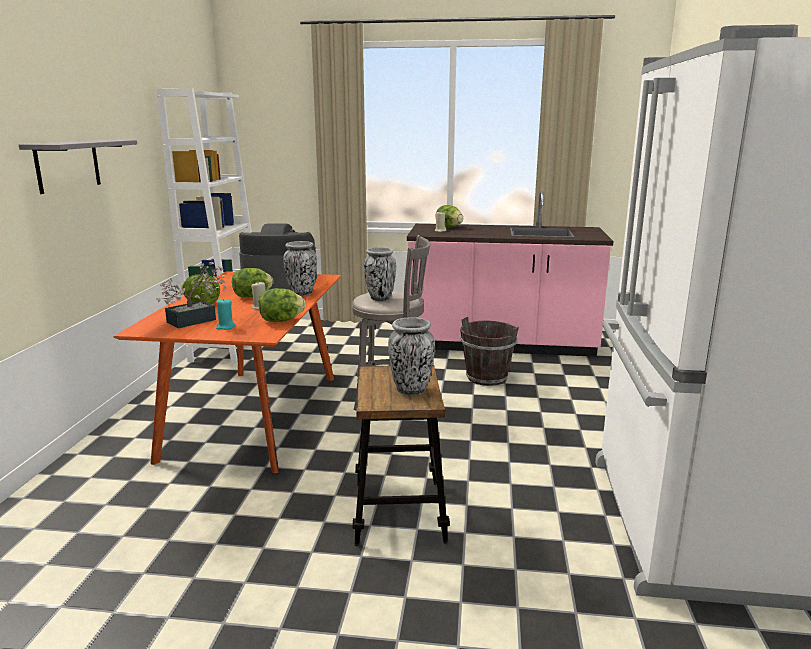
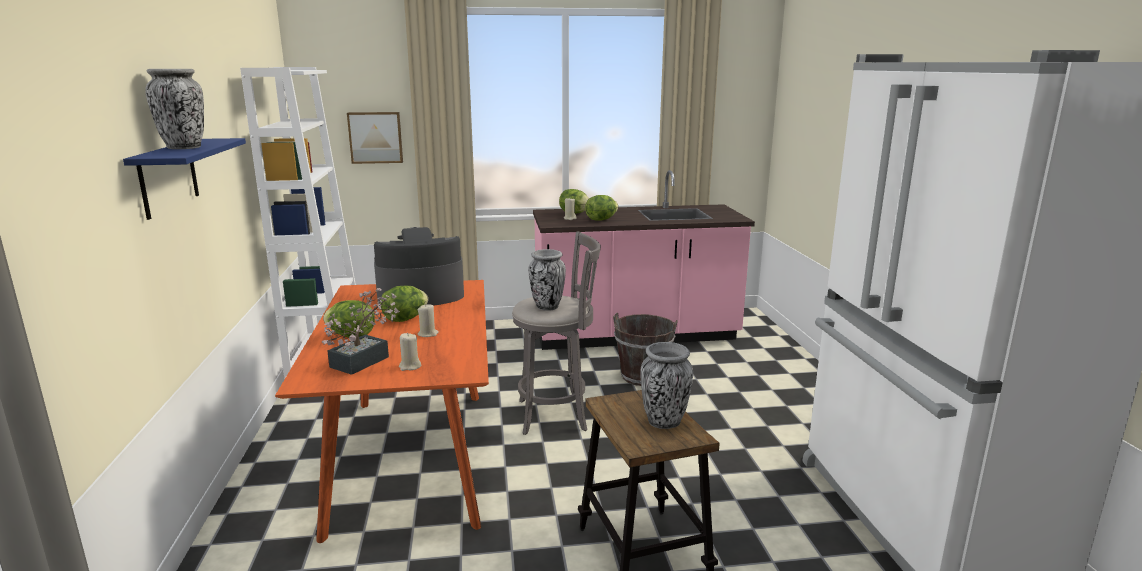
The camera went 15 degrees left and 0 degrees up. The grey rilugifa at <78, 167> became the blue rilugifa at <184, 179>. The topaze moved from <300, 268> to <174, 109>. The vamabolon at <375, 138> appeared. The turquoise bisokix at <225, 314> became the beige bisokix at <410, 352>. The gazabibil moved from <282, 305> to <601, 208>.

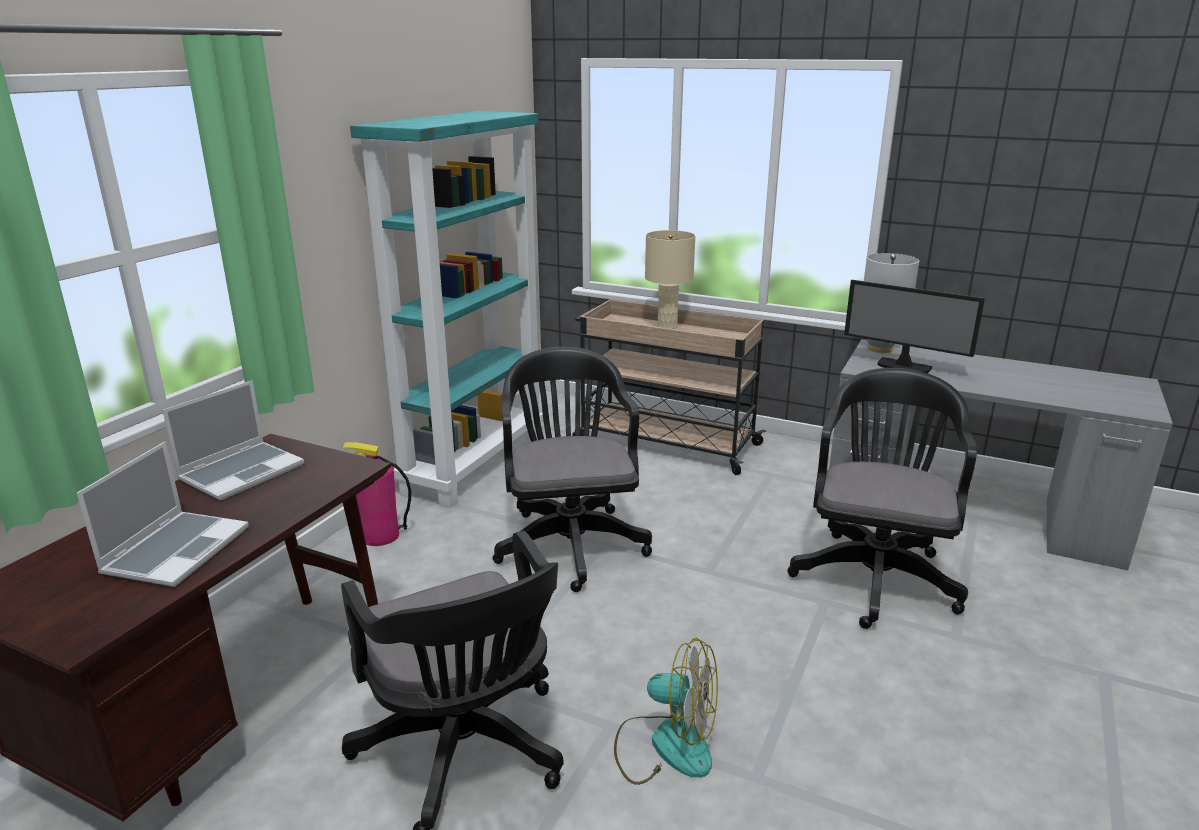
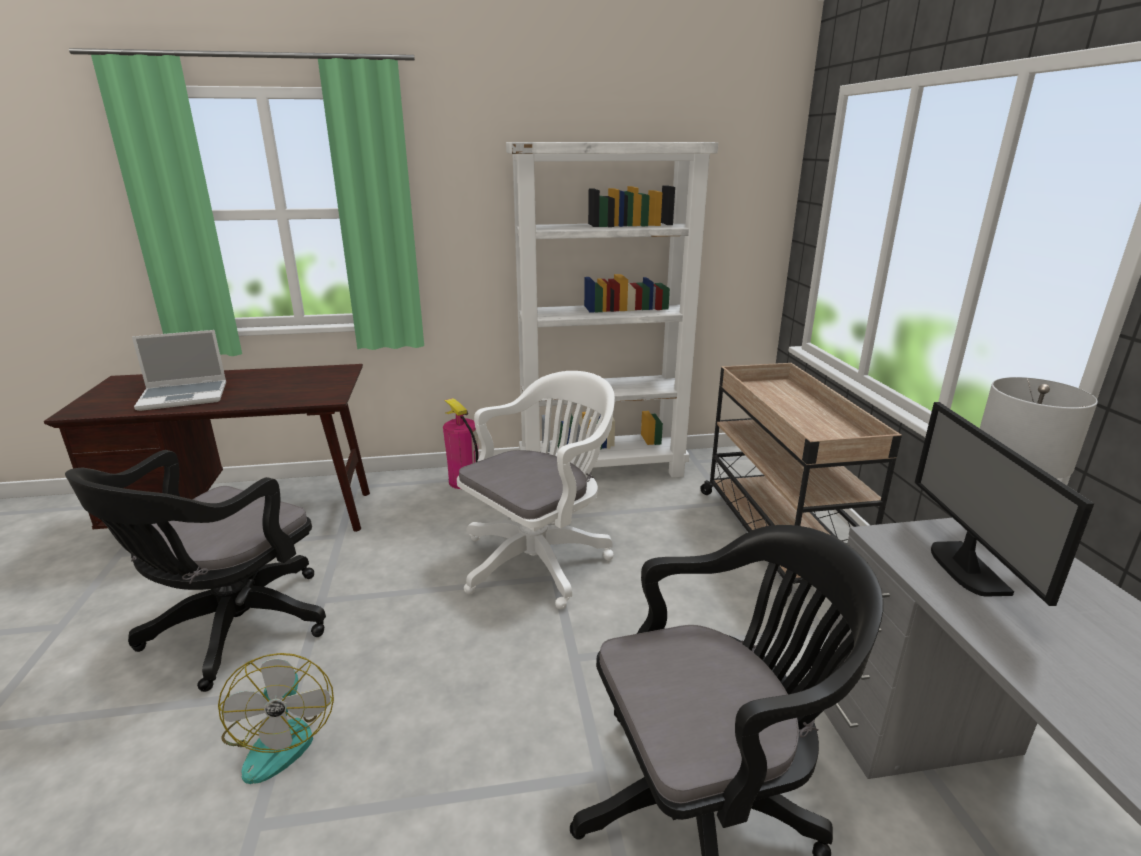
The camera went 55 degrees right and 0 degrees up. The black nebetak at <572, 469> became the white nebetak at <536, 490>. The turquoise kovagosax at <446, 309> became the white kovagosax at <612, 310>. The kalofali at <233, 440> disappeared. The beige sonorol at <670, 279> disappeared.

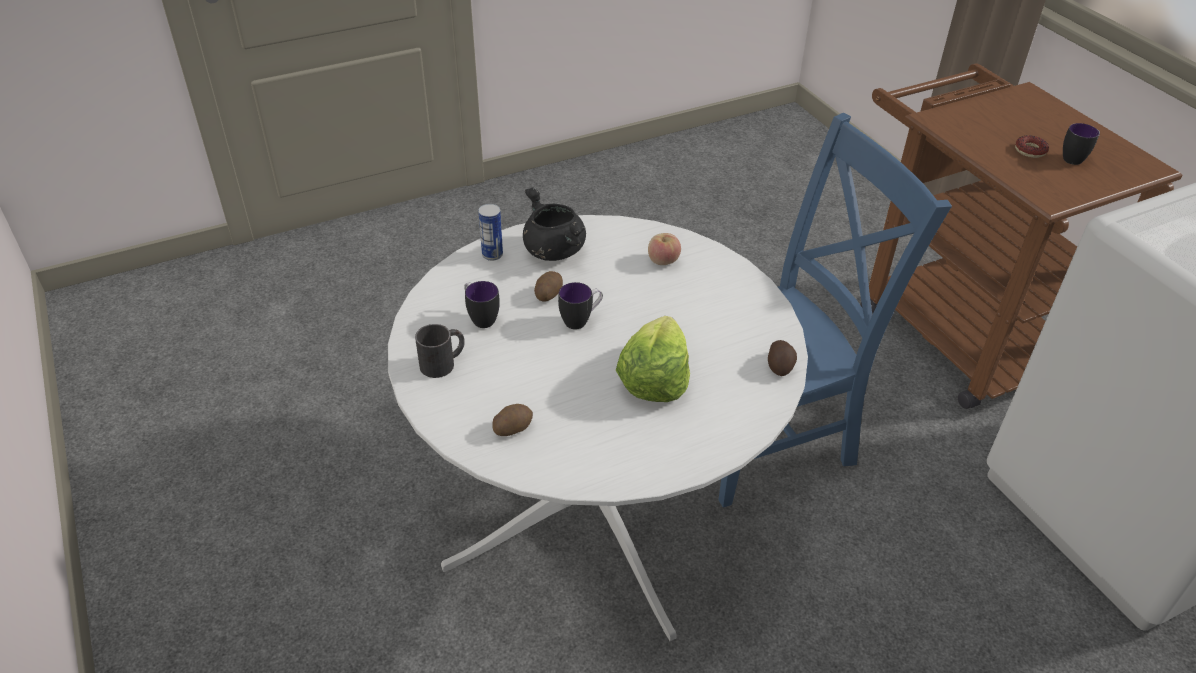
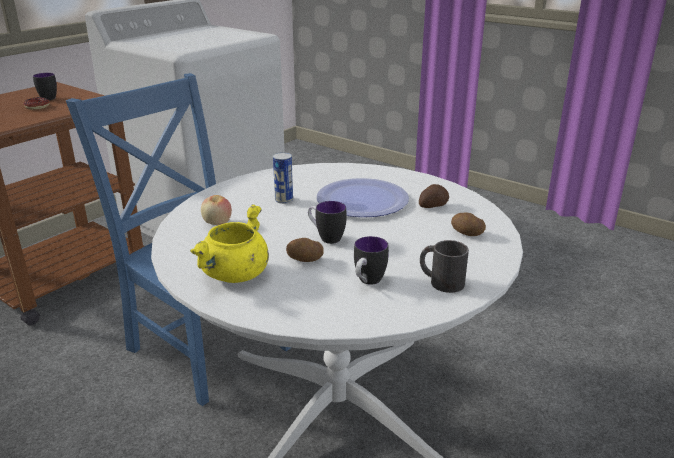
The camera went 115 degrees left and 15 degrees down. The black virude at <554, 224> became the yellow virude at <229, 243>. The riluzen moved from <490, 232> to <283, 178>. The gazabibil at <653, 359> was replaced by the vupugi at <363, 197>. The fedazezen moved from <782, 358> to <434, 196>.

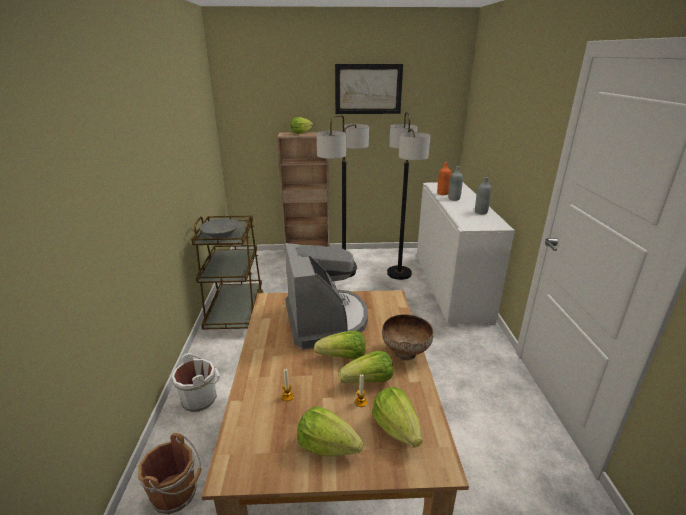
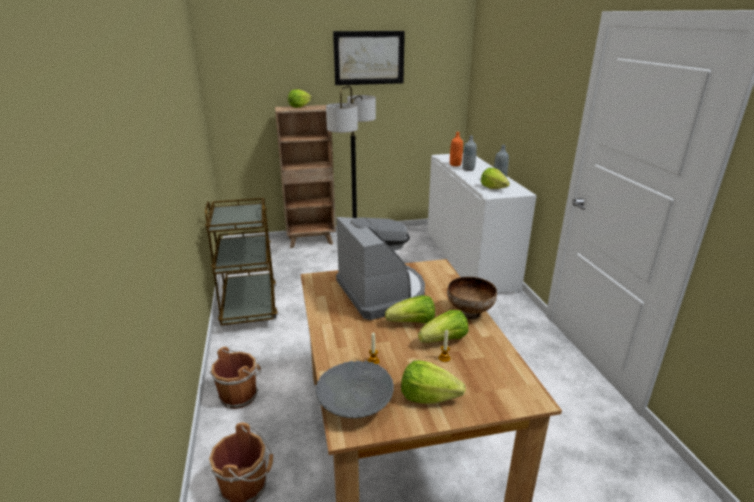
The camera went 10 degrees left and 0 degrees up. The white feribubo at <196, 382> became the brown feribubo at <235, 378>. The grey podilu moved from <219, 228> to <354, 389>. The gazabibil moved from <397, 417> to <495, 178>. The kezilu at <408, 196> disappeared.

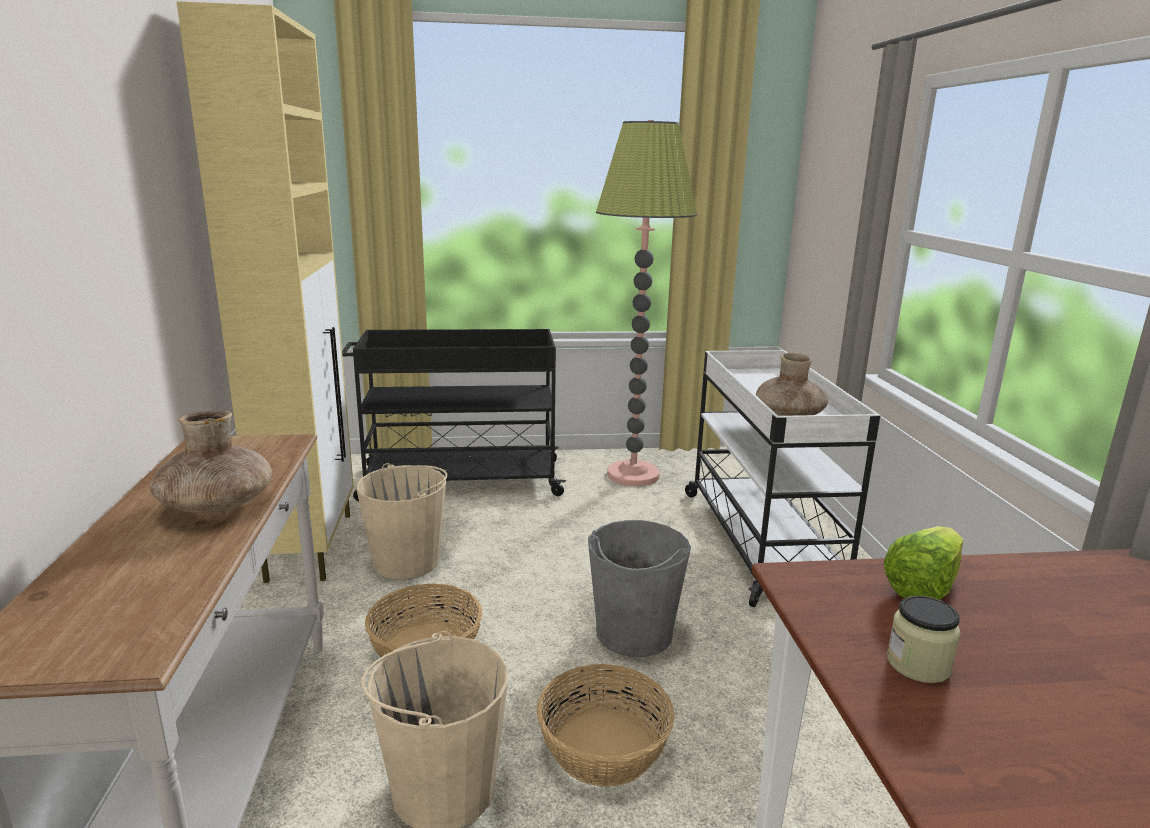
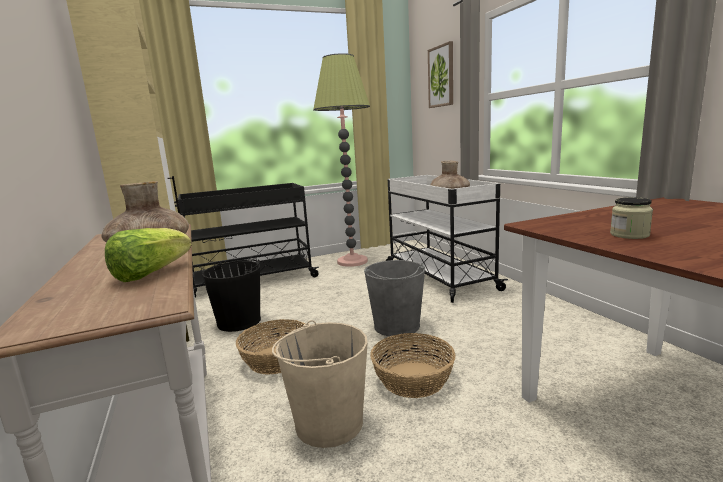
The camera went 15 degrees left and 5 degrees down. The gazabibil moved from <923, 563> to <148, 255>. The beige feribubo at <401, 521> became the black feribubo at <231, 295>. The vamabolon at <440, 74> appeared.

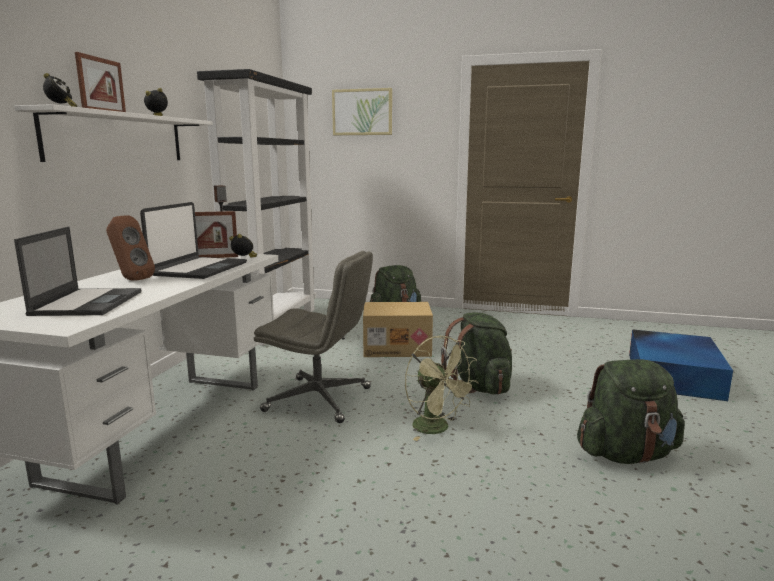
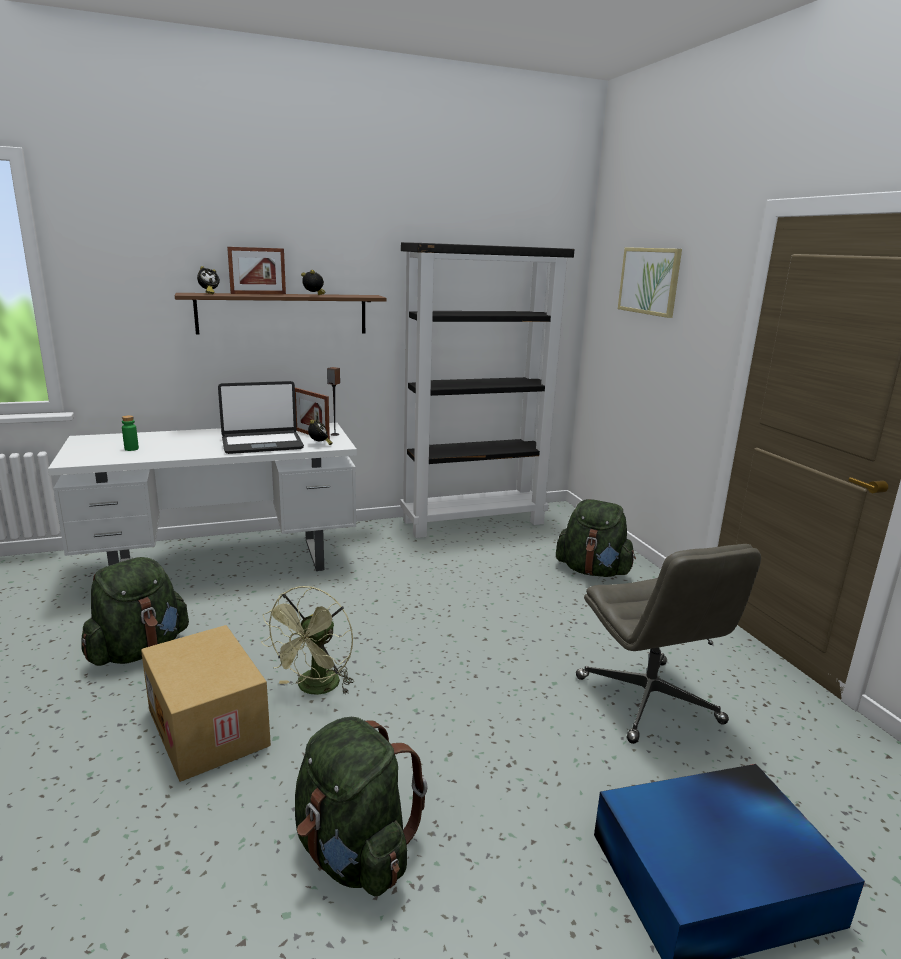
The camera went 55 degrees right and 5 degrees up. The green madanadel moved from <476, 353> to <135, 611>. The kalofali at <77, 271> was replaced by the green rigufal at <130, 433>. The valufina moved from <398, 329> to <206, 703>. The white rilugifa at <113, 133> became the brown rilugifa at <281, 314>. The grey nebetak moved from <313, 337> to <668, 644>. The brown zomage at <130, 248> disappeared.

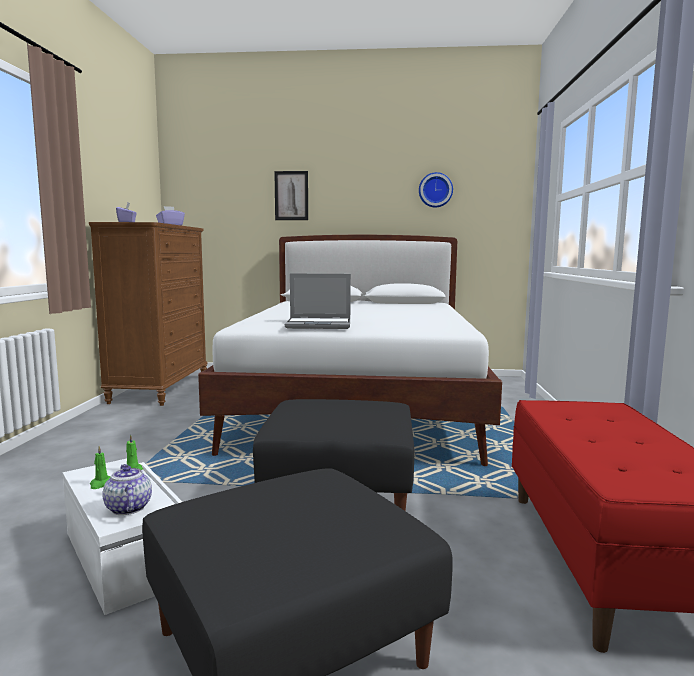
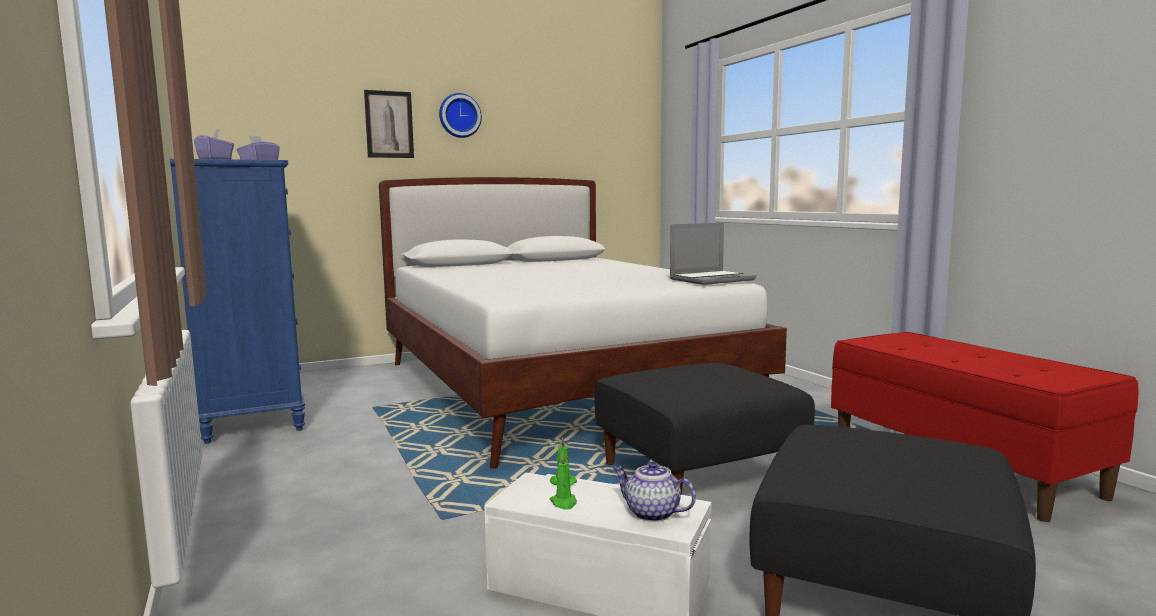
The camera went 30 degrees left and 0 degrees up. The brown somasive at <148, 314> became the blue somasive at <237, 301>. The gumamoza moved from <436, 190> to <460, 115>. The kalofali moved from <318, 301> to <713, 254>.

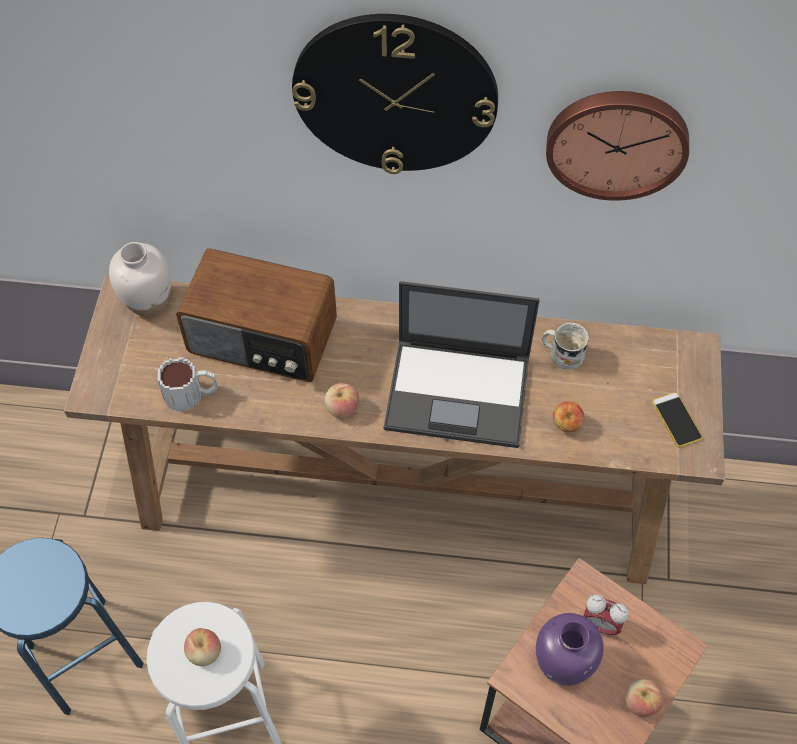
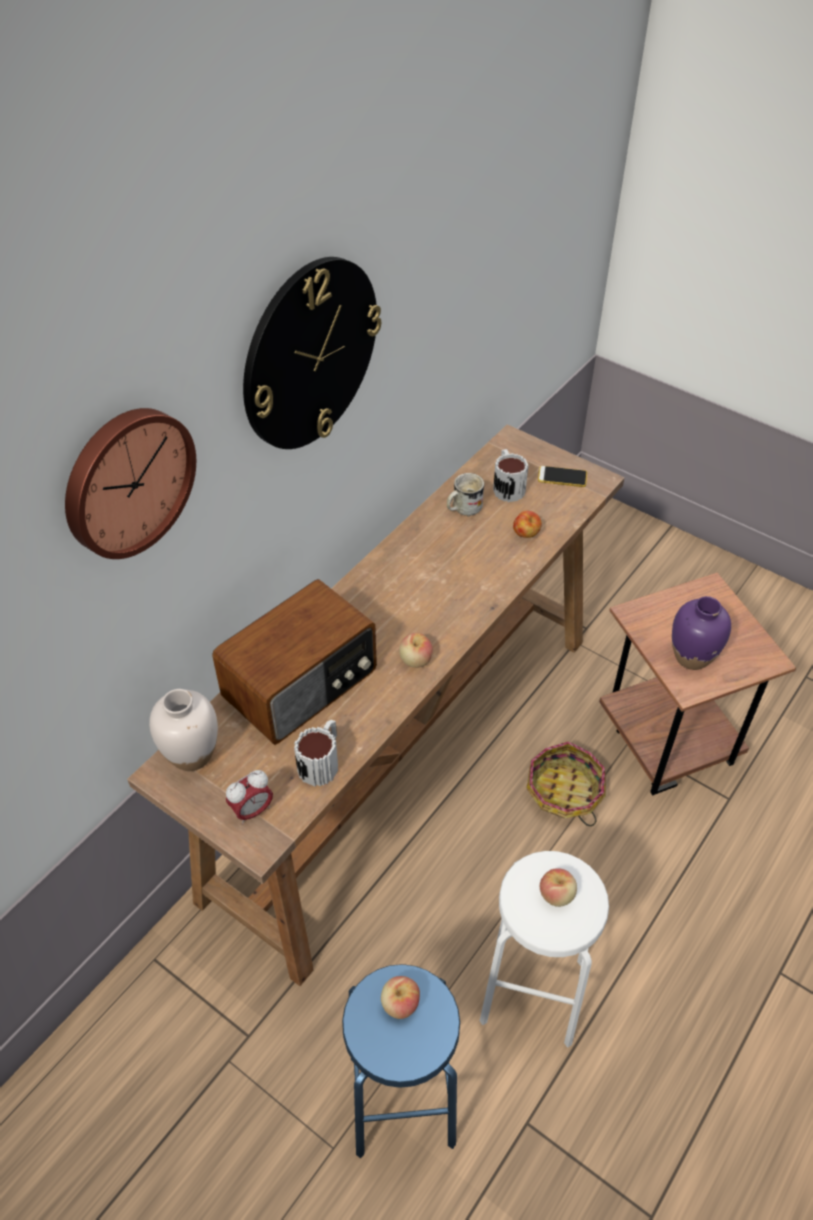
The camera went 60 degrees left and 10 degrees down. The gumamoza moved from <617, 146> to <130, 483>. The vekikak moved from <606, 615> to <249, 797>. The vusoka moved from <644, 698> to <400, 997>. The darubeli at <510, 475> appeared. The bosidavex at <566, 783> appeared. The kalofali at <462, 364> disappeared.

